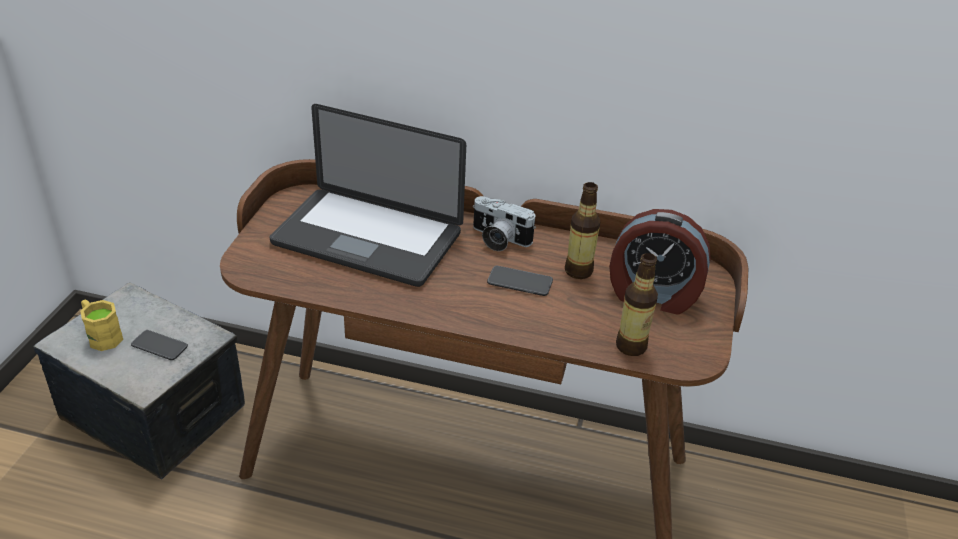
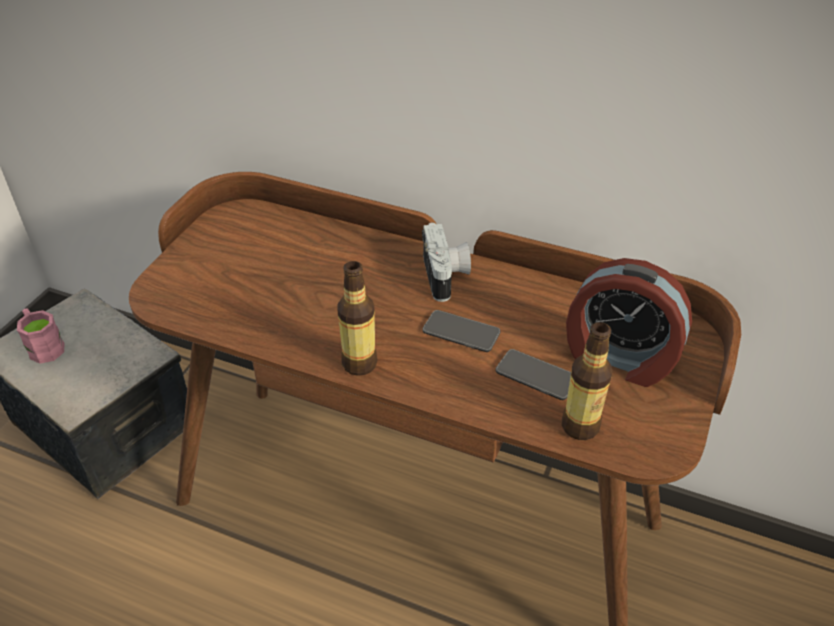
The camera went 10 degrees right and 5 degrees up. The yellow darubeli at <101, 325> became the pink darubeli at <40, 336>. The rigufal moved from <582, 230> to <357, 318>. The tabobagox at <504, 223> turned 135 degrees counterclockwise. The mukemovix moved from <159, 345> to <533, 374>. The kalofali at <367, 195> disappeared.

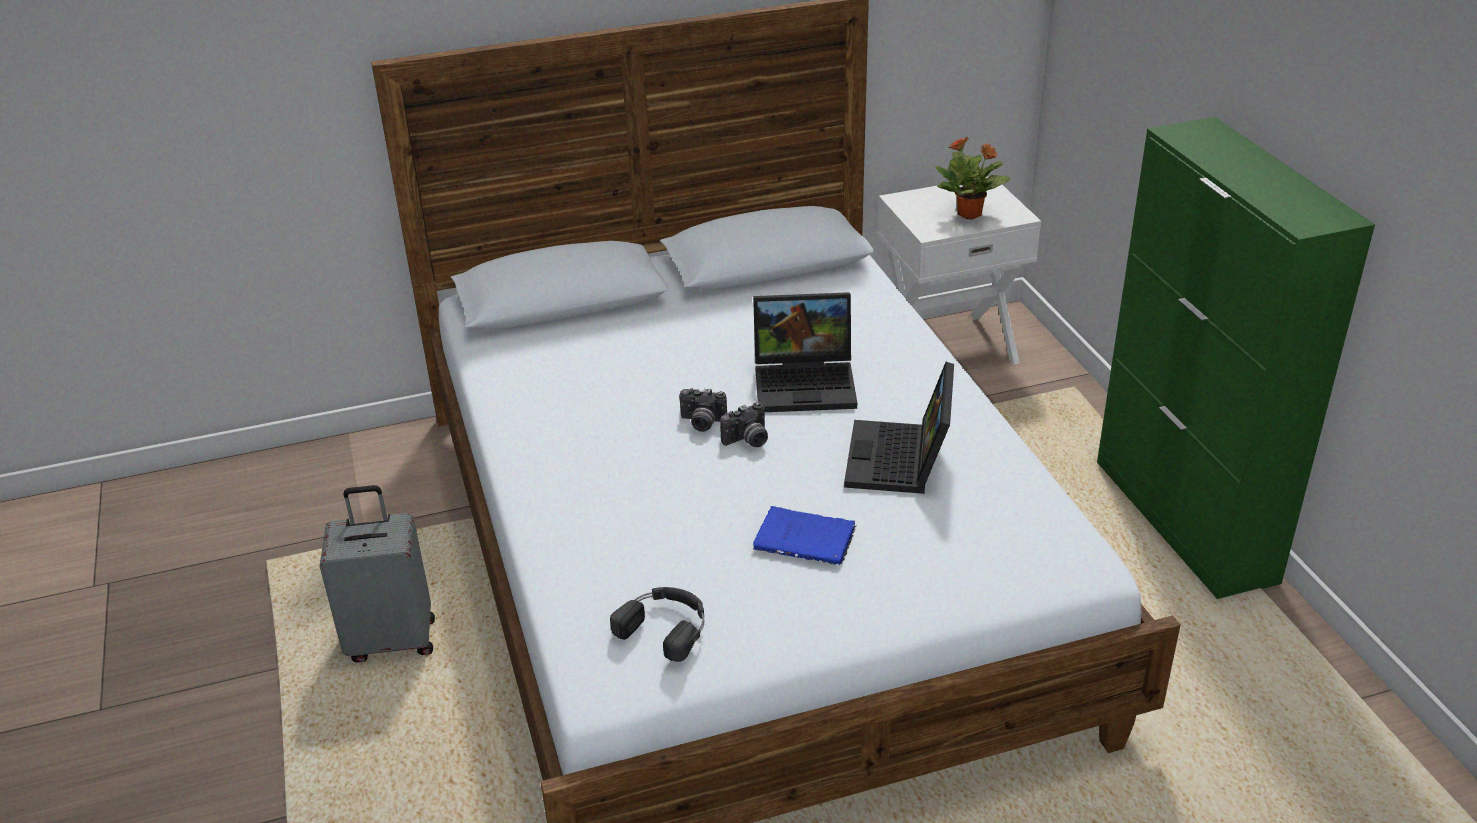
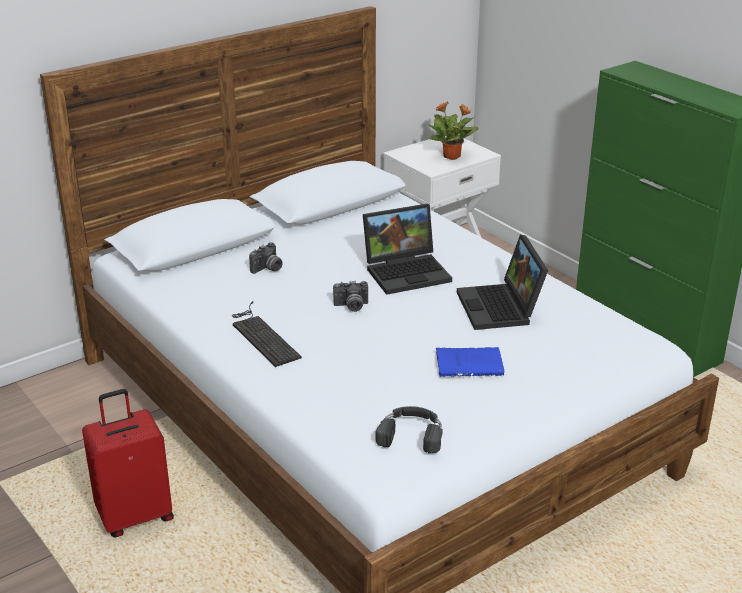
The camera went 20 degrees left and 5 degrees down. The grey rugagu at <377, 574> became the red rugagu at <128, 463>. The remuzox at <267, 334> appeared. The tabobagox moved from <744, 424> to <266, 258>.

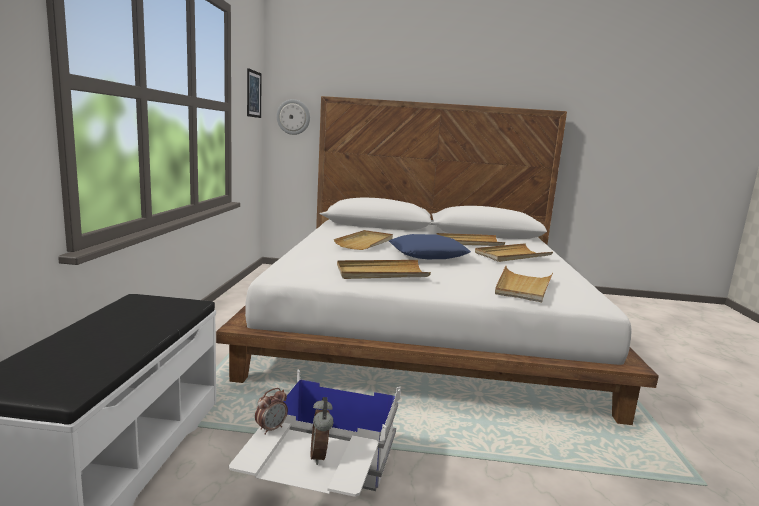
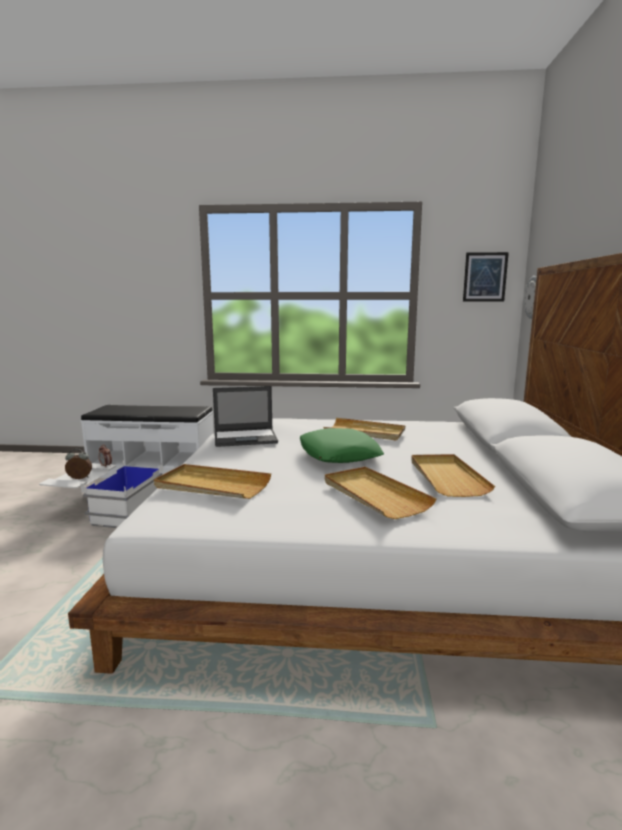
The camera went 90 degrees right and 0 degrees up. The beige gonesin at <384, 269> was replaced by the kalofali at <245, 416>. The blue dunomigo at <430, 246> became the green dunomigo at <342, 445>.

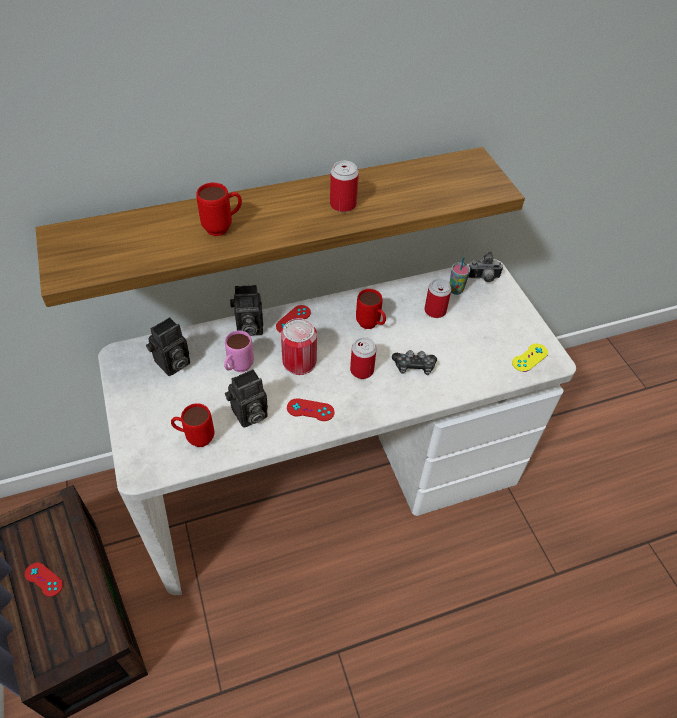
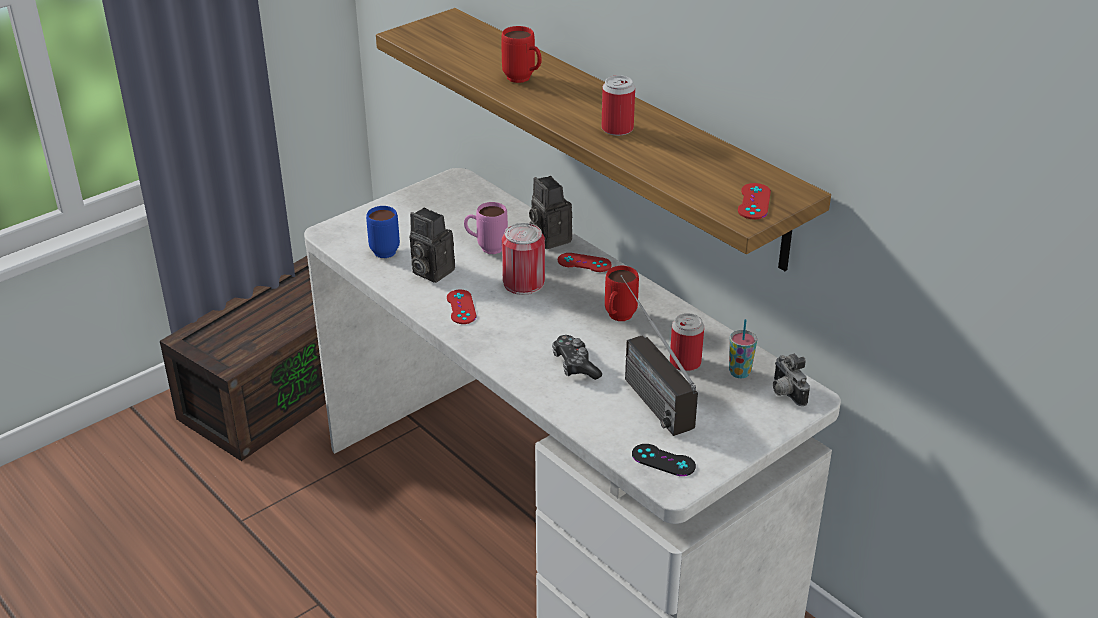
The camera went 70 degrees right and 15 degrees down. The red darubeli at <192, 425> became the blue darubeli at <383, 232>. The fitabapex at <659, 355> appeared. The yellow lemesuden at <530, 357> became the black lemesuden at <664, 460>. The red lemesuden moved from <44, 579> to <754, 201>. The tabobagox at <168, 346> disappeared. The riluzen at <363, 358> disappeared.

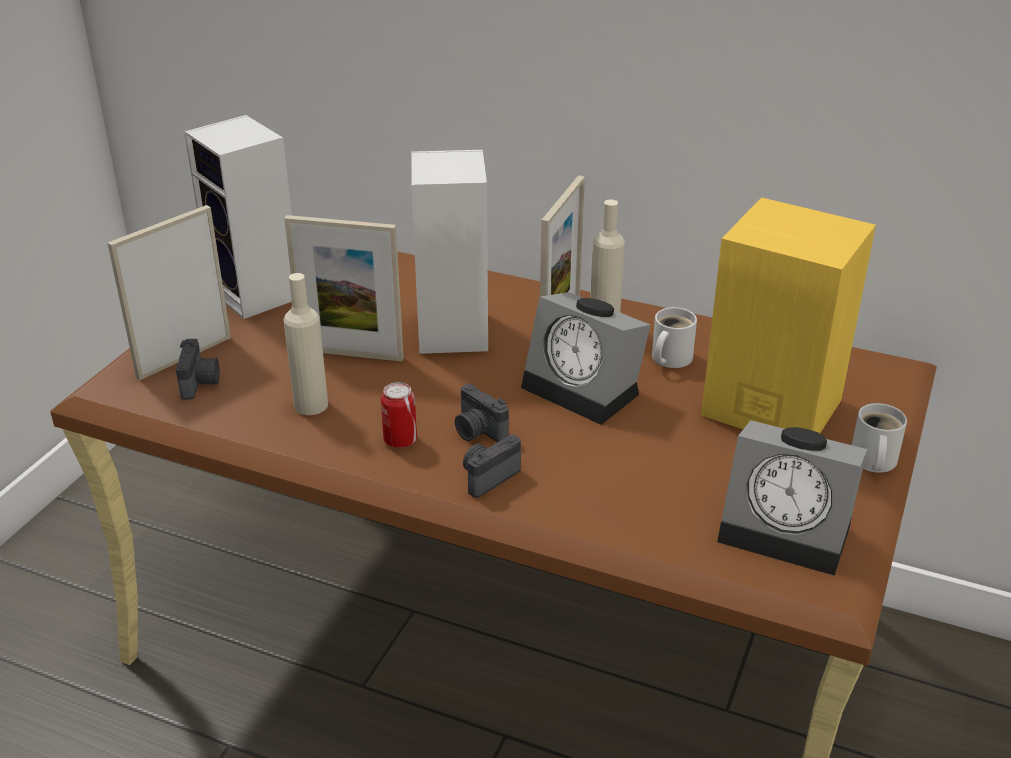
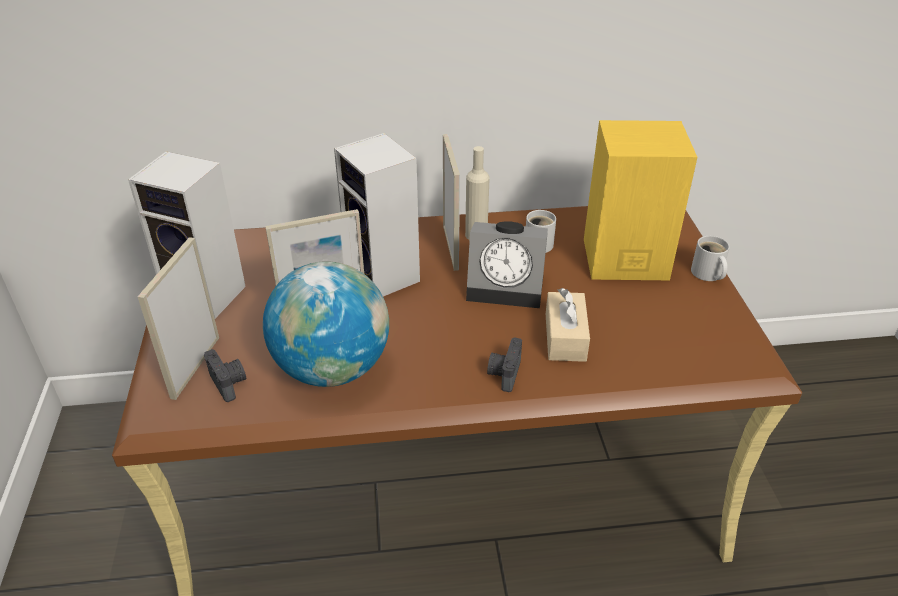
The camera went 30 degrees left and 5 degrees up. The beige rigufal at <306, 344> was replaced by the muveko at <326, 324>. The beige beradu at <568, 325> appeared. The riluzen at <399, 415> disappeared. The tabobagox at <482, 413> disappeared. The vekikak at <792, 498> disappeared.

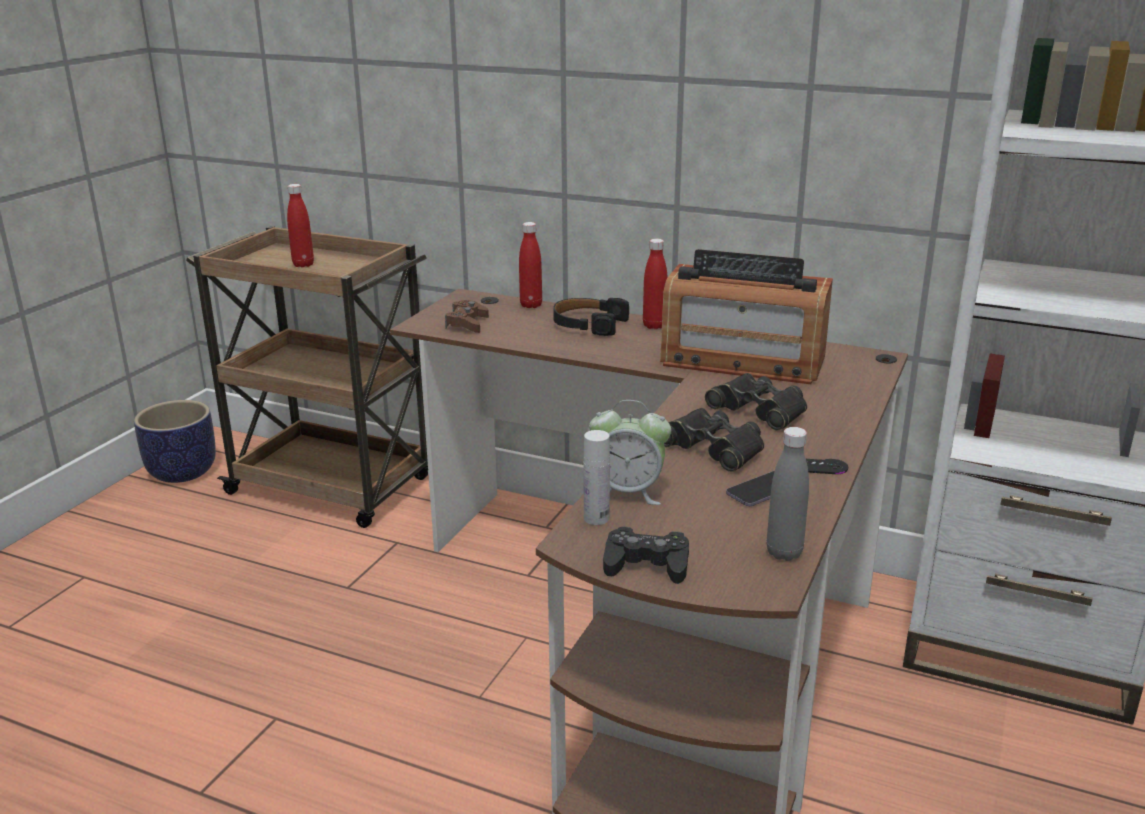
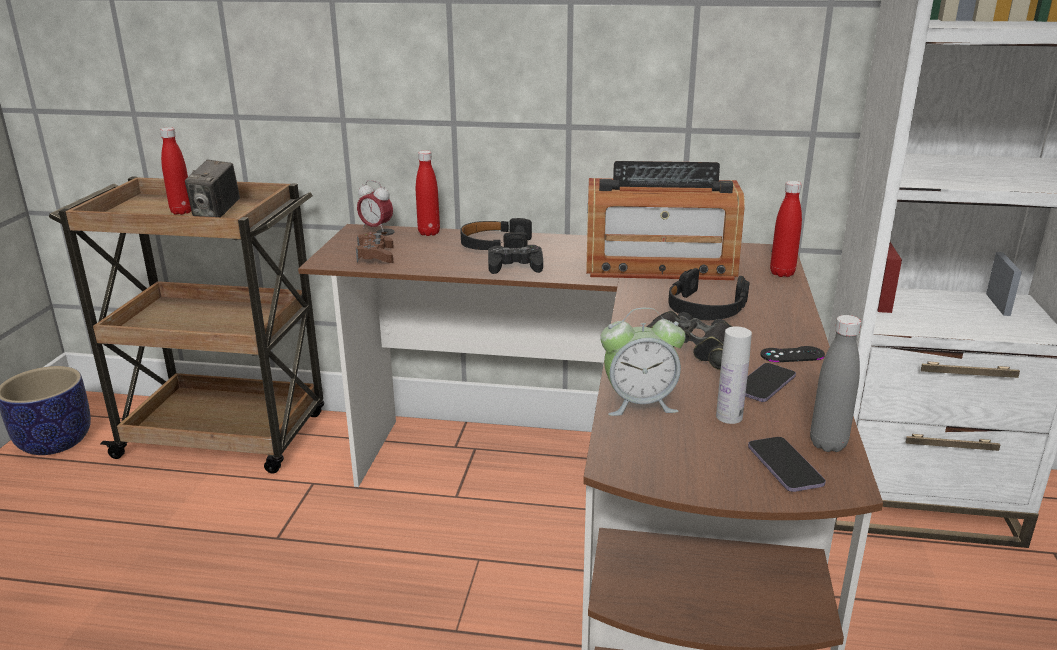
The camera went 15 degrees left and 0 degrees up. The tabobagox at <212, 188> appeared. The vekikak at <375, 206> appeared. The black lemesuden moved from <646, 555> to <515, 259>. The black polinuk at <756, 401> was replaced by the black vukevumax at <709, 294>. The white rigufal moved from <597, 477> to <734, 375>. The mukemovix at <787, 464> appeared. The red rigufal moved from <655, 284> to <786, 229>.

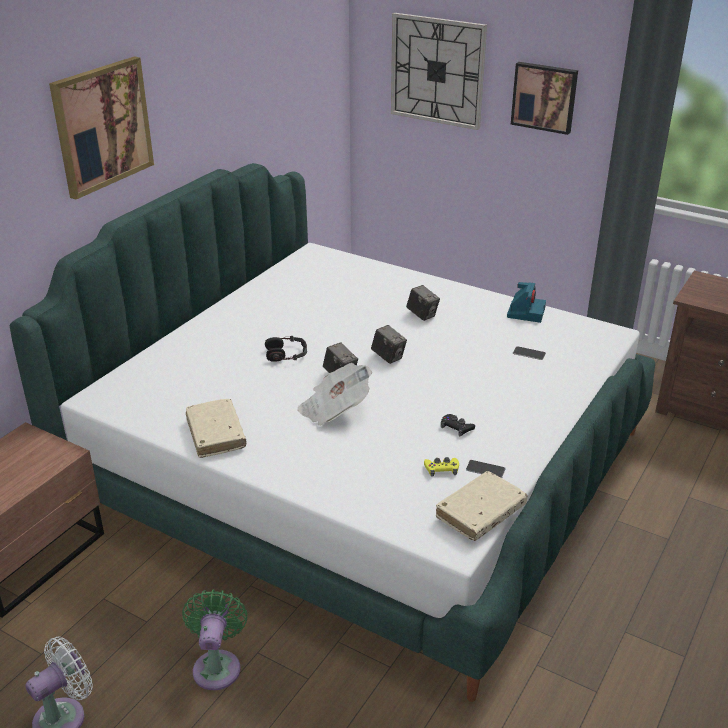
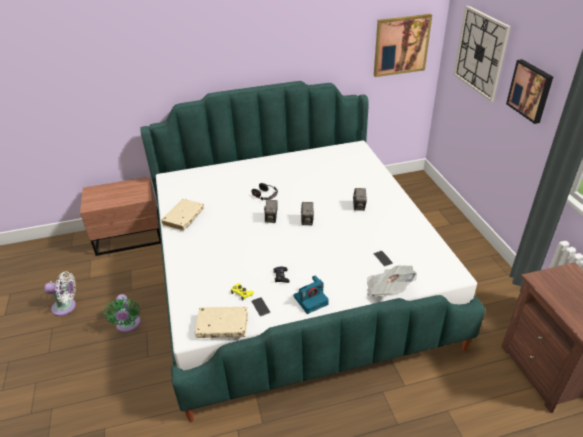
The camera went 45 degrees right and 5 degrees up. The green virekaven at <215, 639> turned 120 degrees clockwise. The tabobagox moved from <526, 302> to <311, 294>. The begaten moved from <335, 394> to <392, 280>. The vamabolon moved from <101, 128> to <403, 45>.

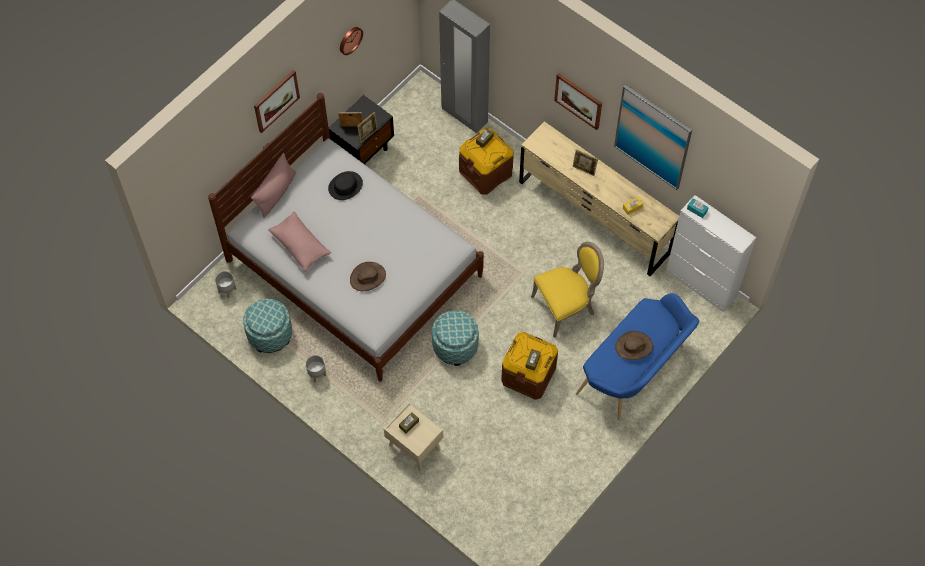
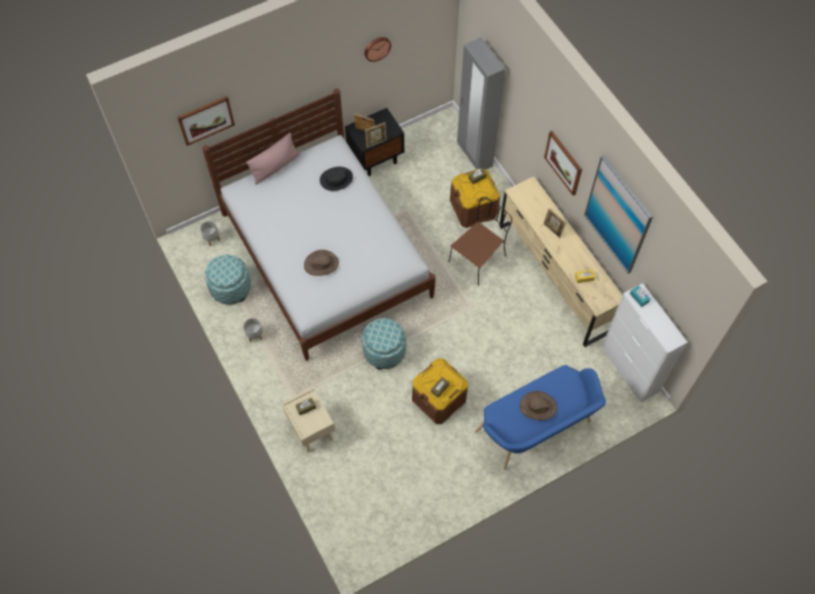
The camera went 20 degrees right and 0 degrees up. The vamabolon moved from <277, 101> to <206, 121>. The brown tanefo at <480, 241> appeared. The pink dunomigo at <299, 241> disappeared. The yellow tanefo at <567, 290> disappeared.

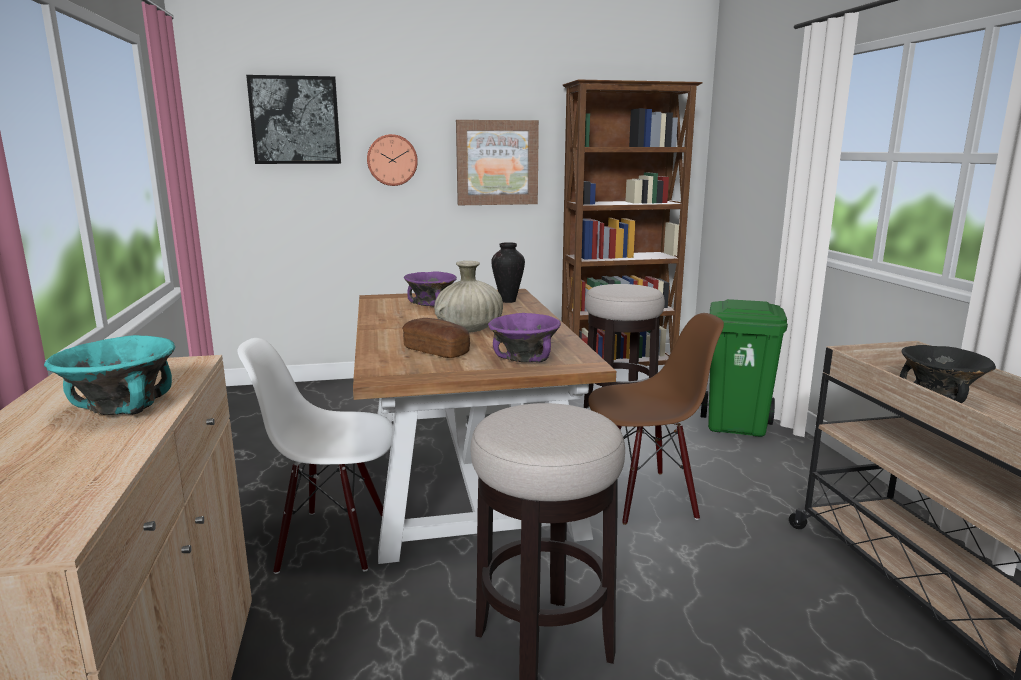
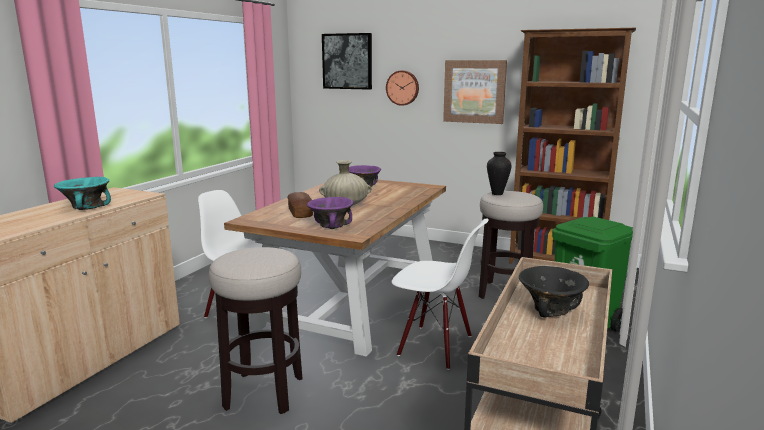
The camera went 35 degrees right and 0 degrees up. The brown tanefo at <656, 419> became the white tanefo at <440, 294>. The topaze moved from <508, 272> to <499, 173>.

